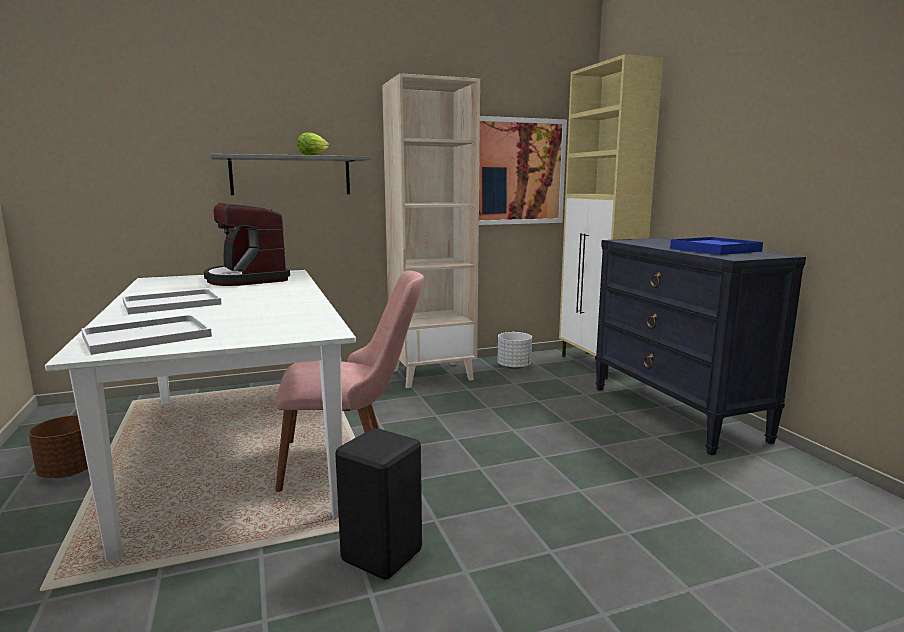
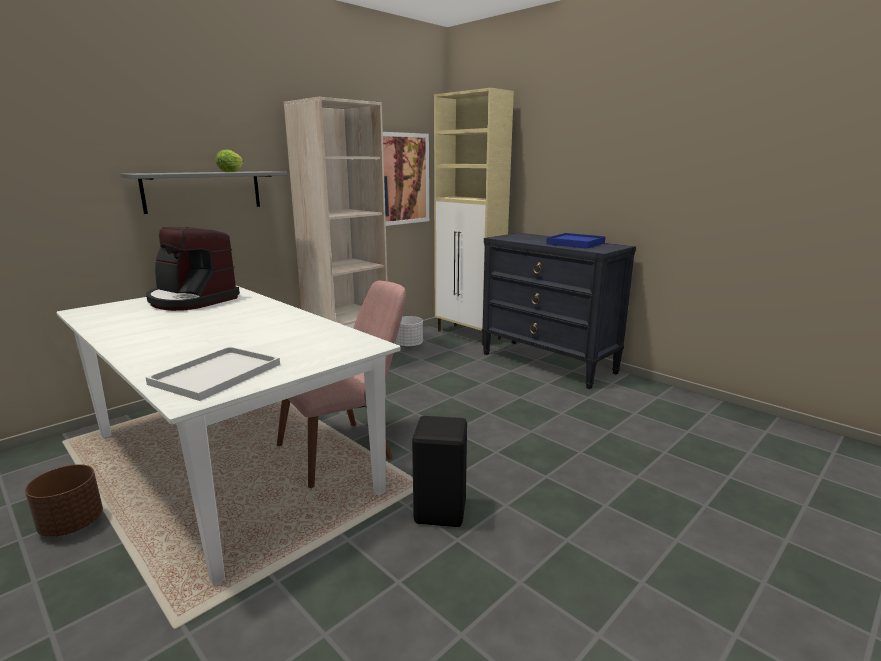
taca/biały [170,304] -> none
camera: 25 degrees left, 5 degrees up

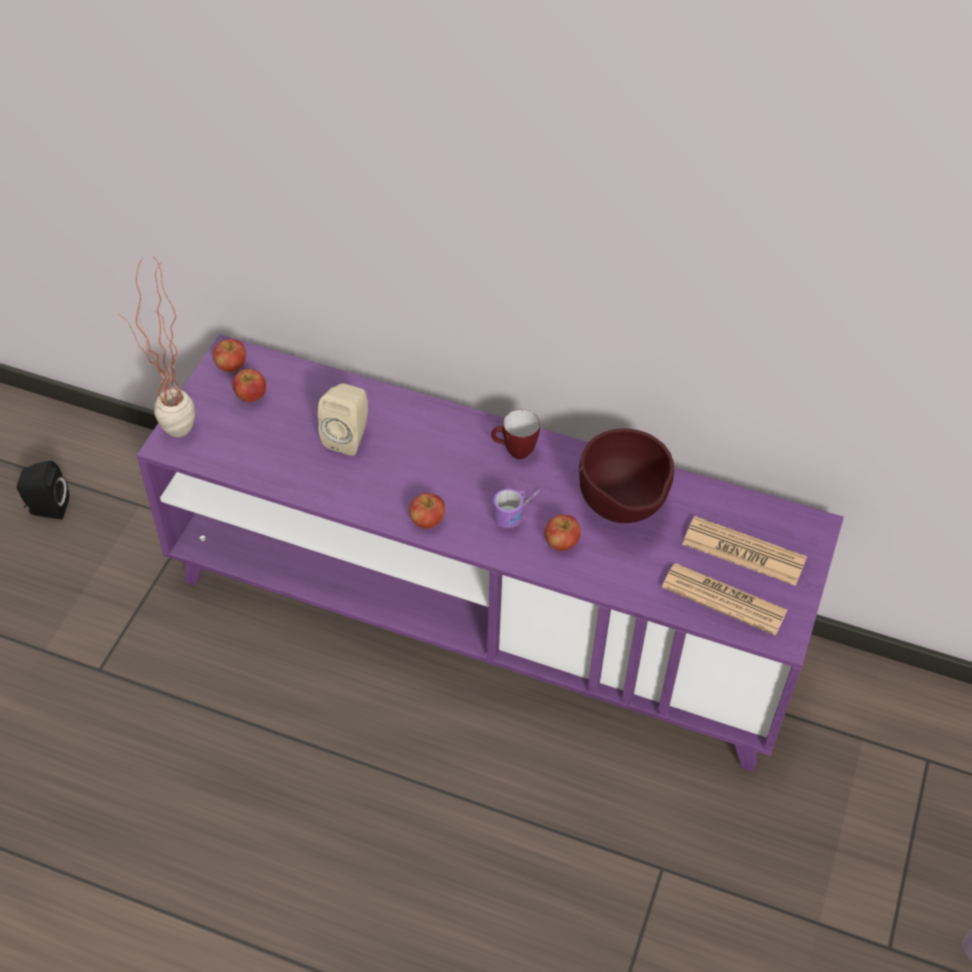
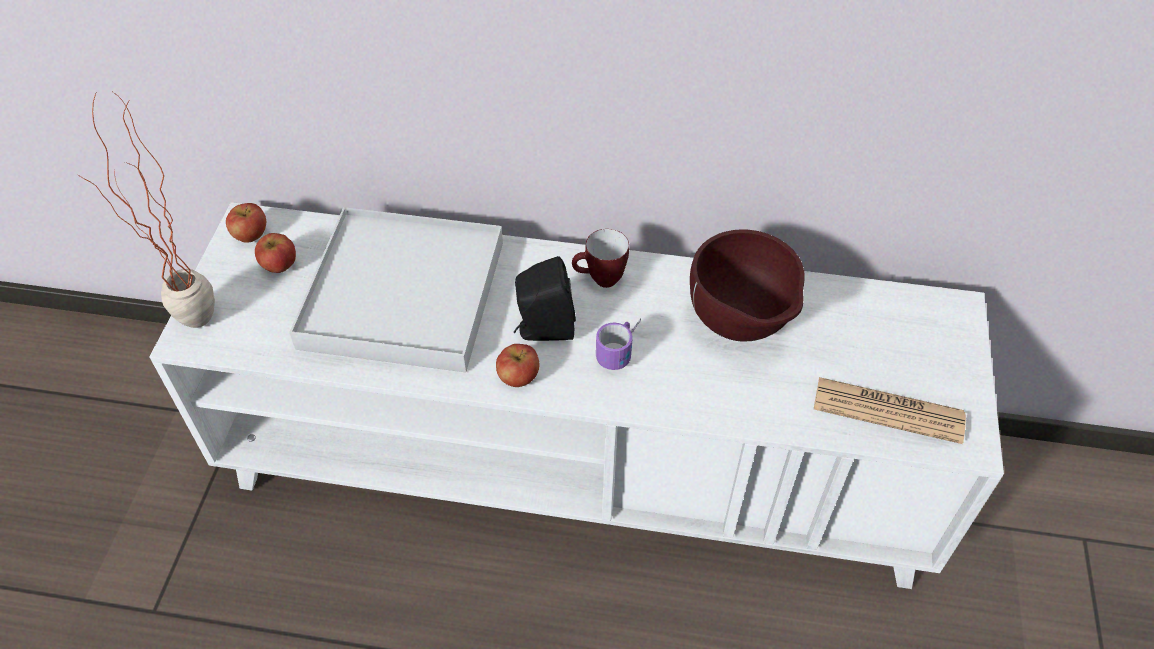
jabłko [561,543] -> none
gazeta [743,552] -> none
głośnik/czarny [46,509] -> głośnik/czarny [543,329], moved
głośnik/beżowy [348,437] -> taca/biały [404,294]
szafka pod telewizor/fioletowy [482,614] -> szafka pod telewizor/biały [577,465]
camera: 10 degrees left, 0 degrees up

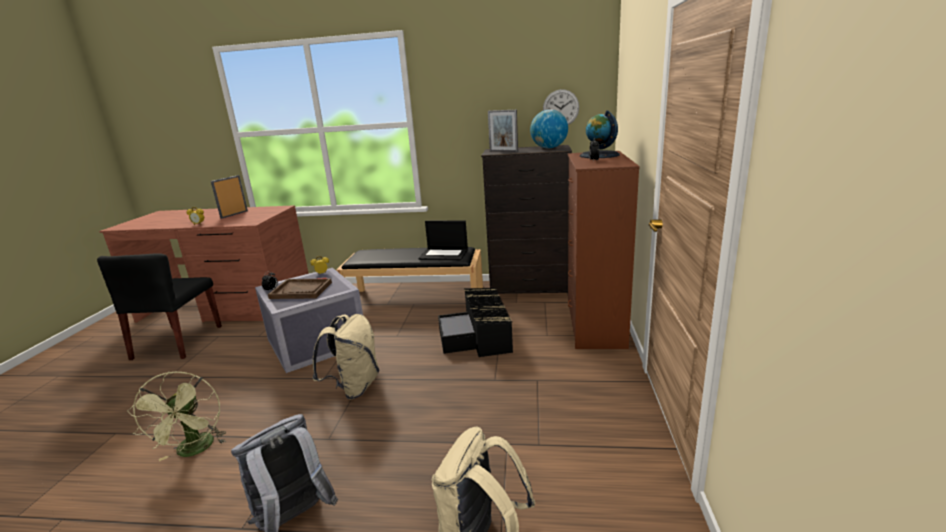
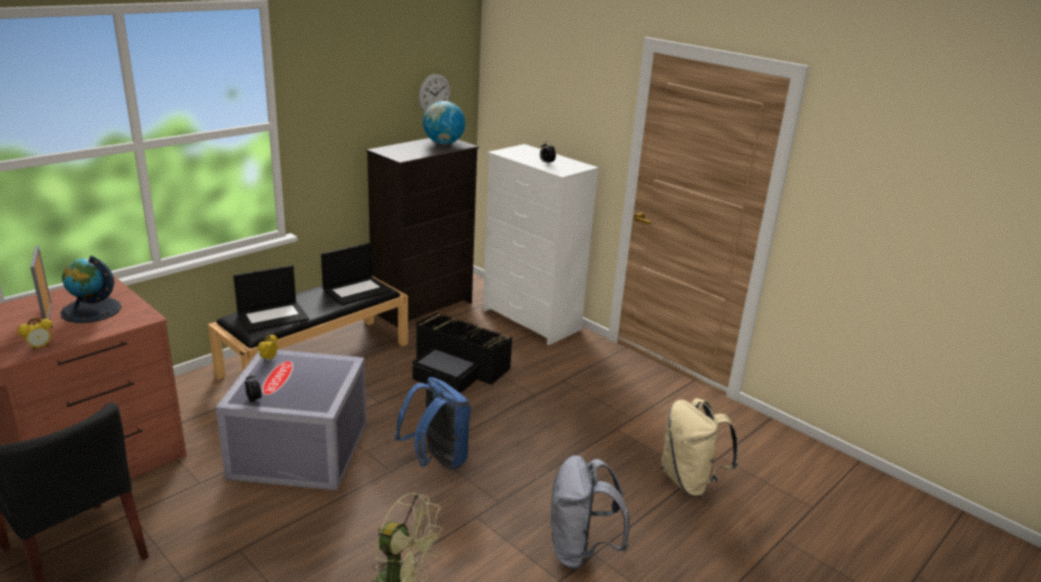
taca/brązowy [301,290] -> none
ramka na zdjęcie [503,151] -> none
none -> laptop [273,316]
globus [599,155] -> globus [91,310], moved
plecak/beżowy [354,387] -> plecak/niebieski [437,460]
komoda/brązowy [594,325] -> komoda/biały [531,321]
camera: 55 degrees left, 5 degrees up

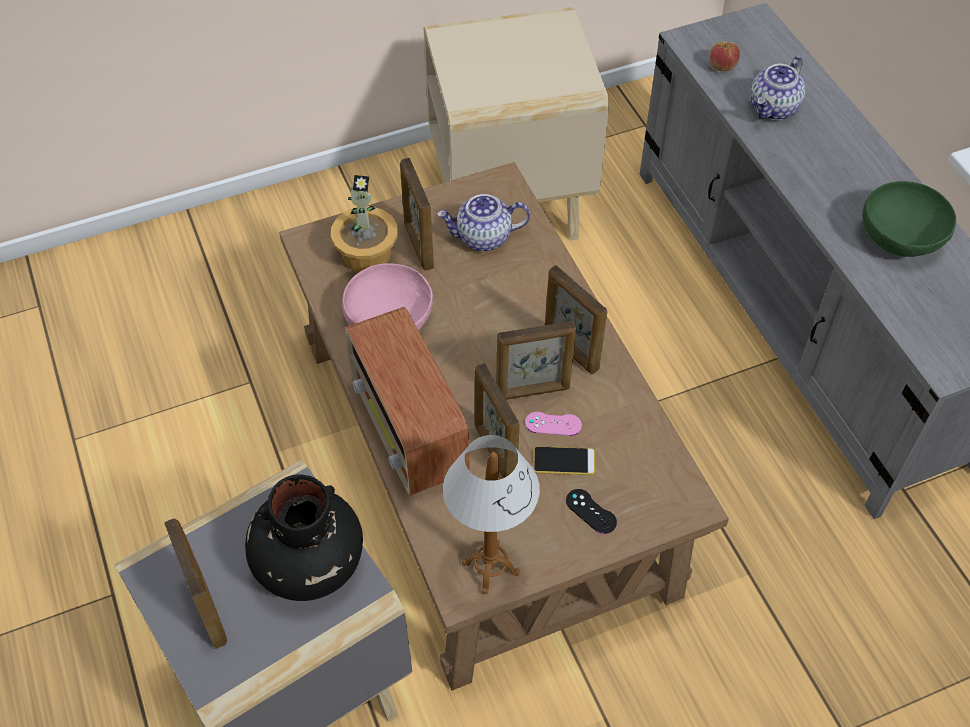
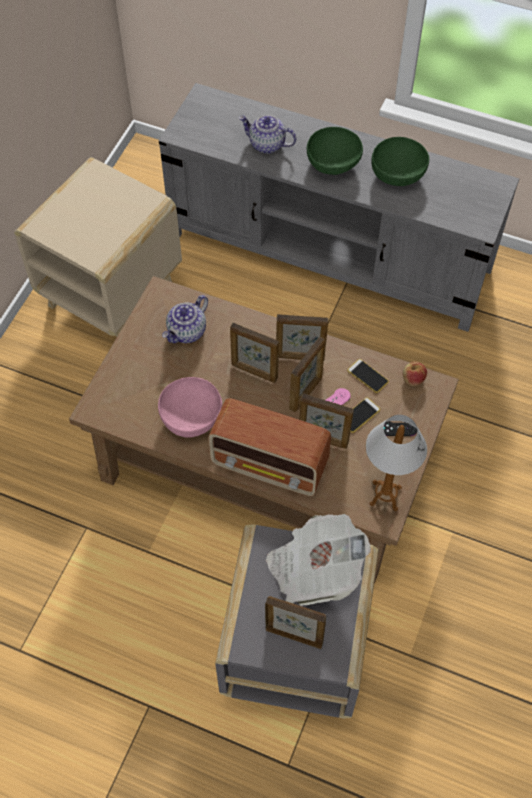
roślina doniczkowa [367,254] -> none
none -> miska/zielony [333,163]
none -> telefon [367,376]
ramka na zdjęcie [418,246] -> ramka na zdjęcie [254,372], moved
jabłko [721,66] -> jabłko [413,379], moved
wazon/czarny [308,564] -> gazeta [315,569]
imbryk [774,108] -> imbryk [266,145], 120 degrees clockwise
camera: 45 degrees left, 5 degrees up

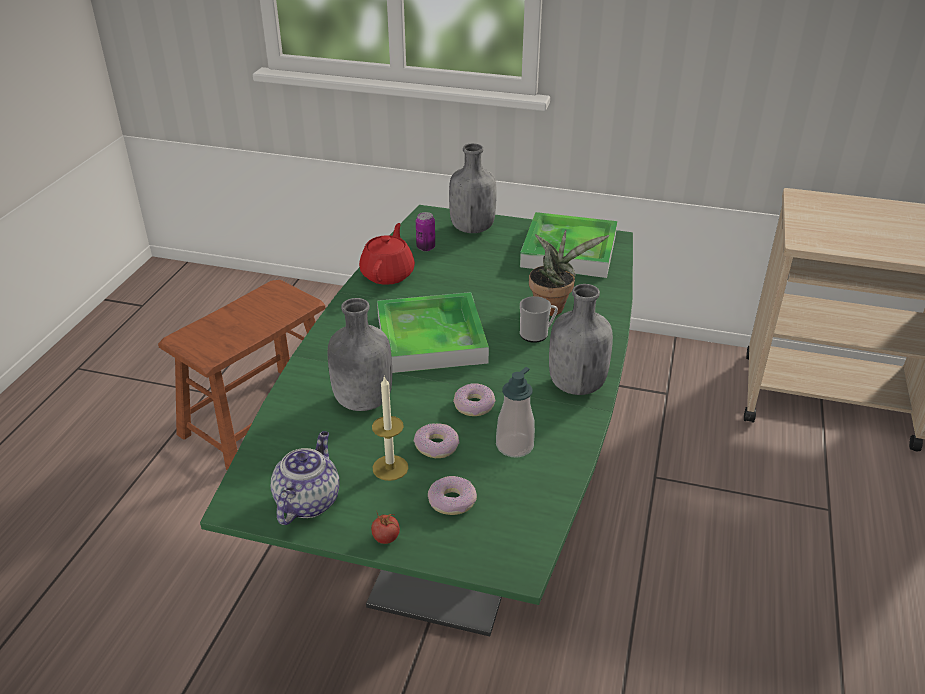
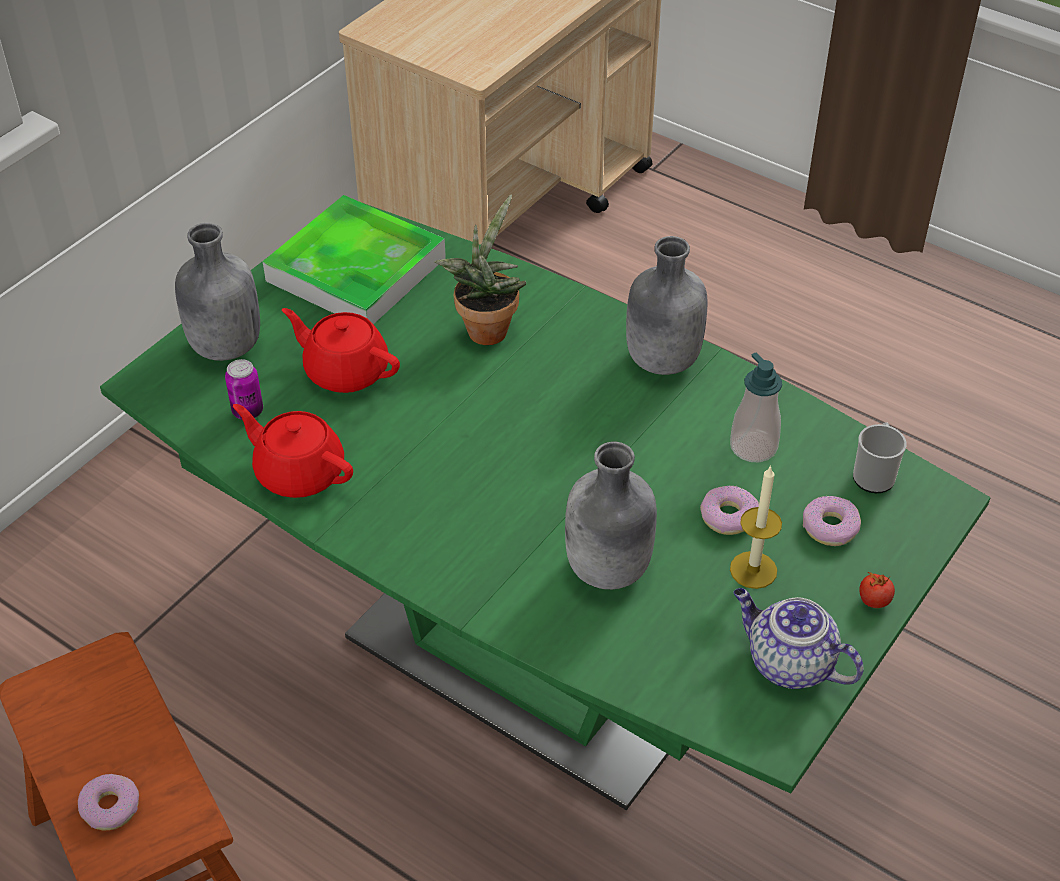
taca [431,339] -> none
none -> imbryk/czerwony [345,371]
donut [474,405] -> donut [111,807], moved
kubek [537,334] -> kubek [874,474], moved
camera: 70 degrees left, 10 degrees up

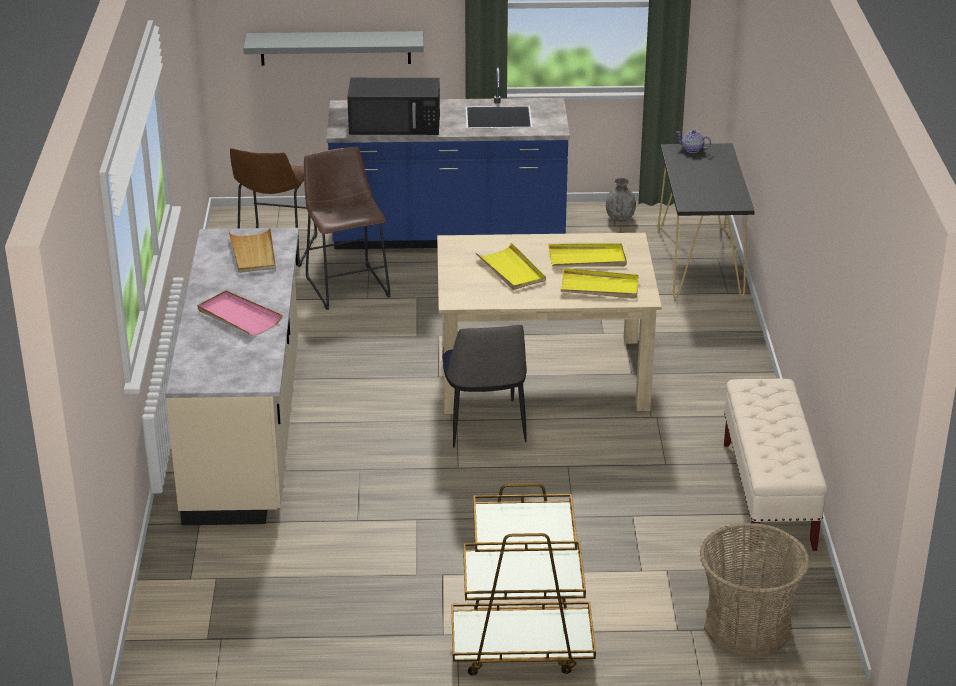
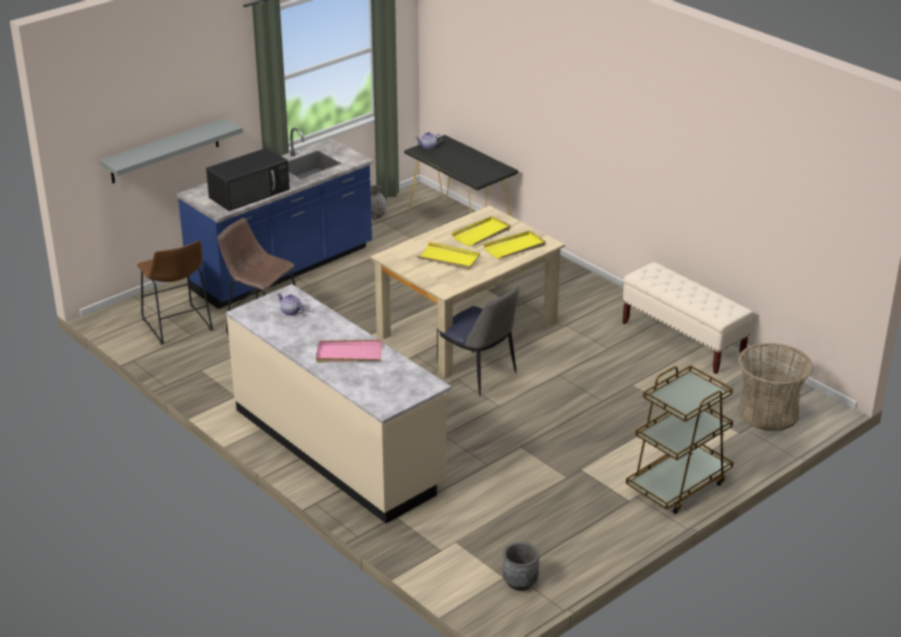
none -> donica/szary [520,582]
taca/beżowy [253,253] -> imbryk [291,312]
camera: 40 degrees left, 0 degrees up

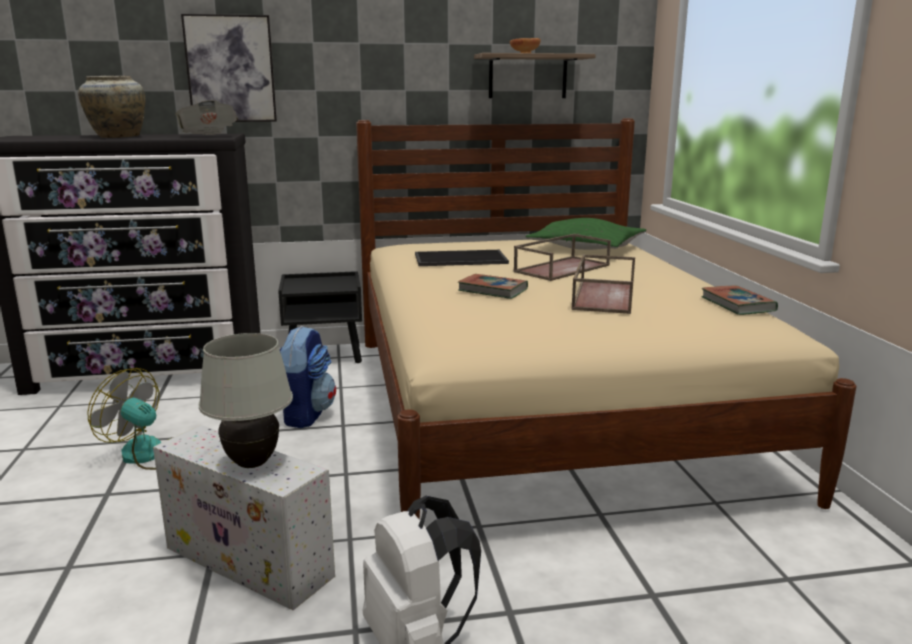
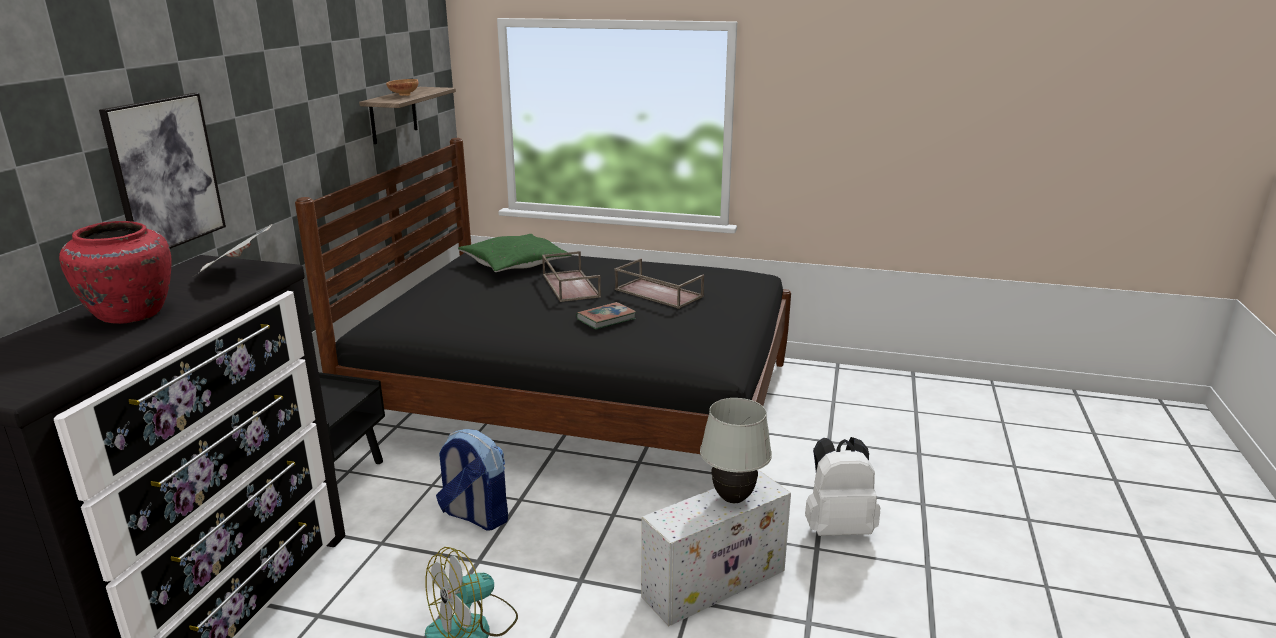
taca [459,259] -> none
książka [737,304] -> none
wazon/beżowy [117,137] -> wazon/czerwony [130,315]
łóżko/beżowy [543,408] -> łóżko/czarny [581,403]
camera: 65 degrees left, 5 degrees up

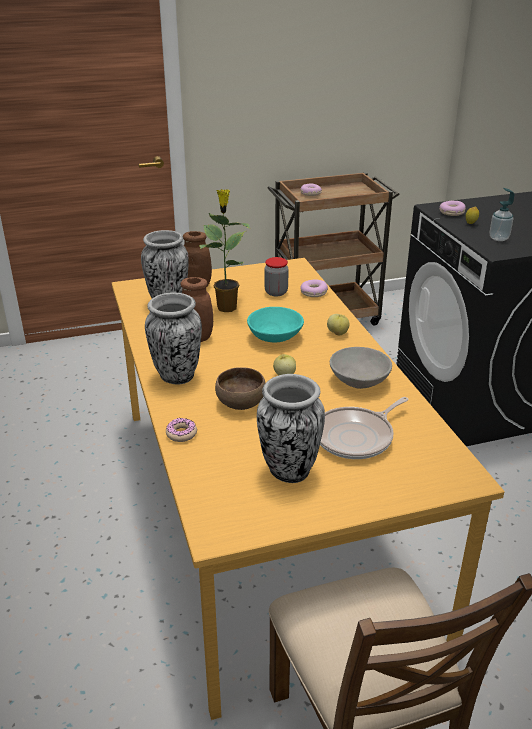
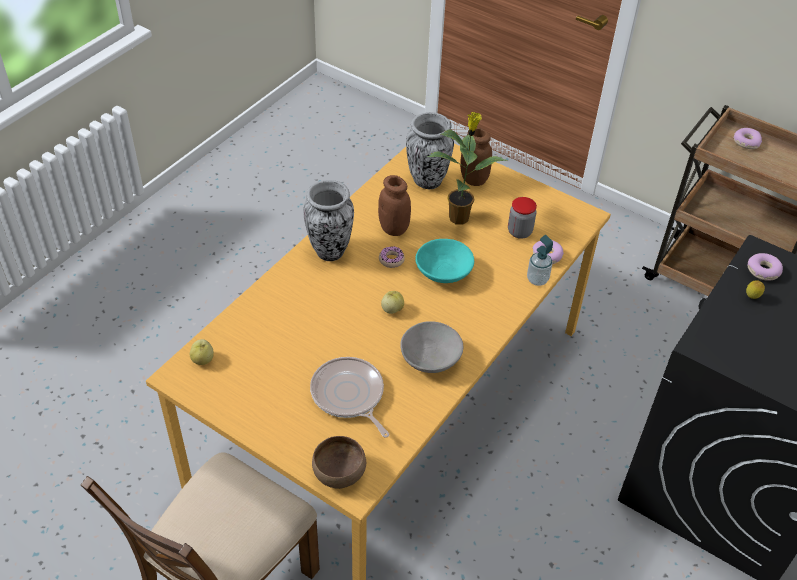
wazon [289,471] -> none
donut [181,434] -> donut [391,260], moved
miska/brązowy [239,403] -> miska/brązowy [338,472], moved
jabłko [338,333] -> jabłko [203,359], moved
dozownik mydła [498,238] -> dozownik mydła [537,279], moved
patelnia [356,437] -> patelnia [349,395], 45 degrees clockwise
camera: 50 degrees right, 15 degrees up

